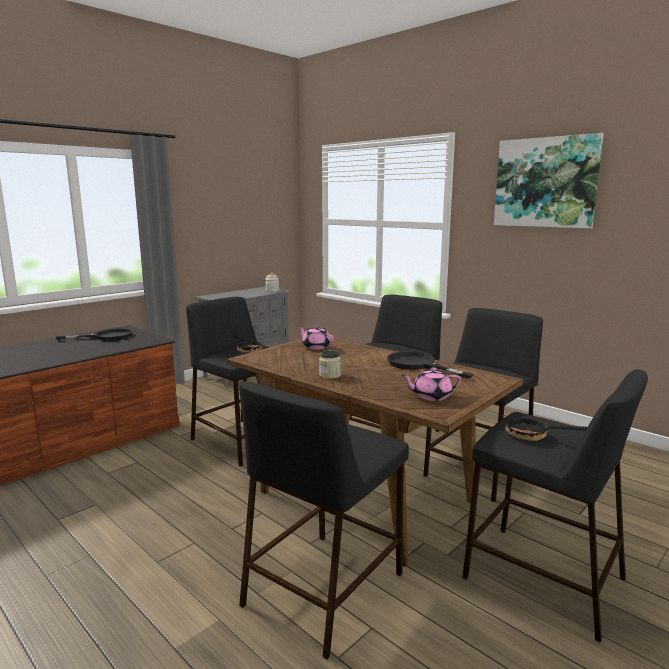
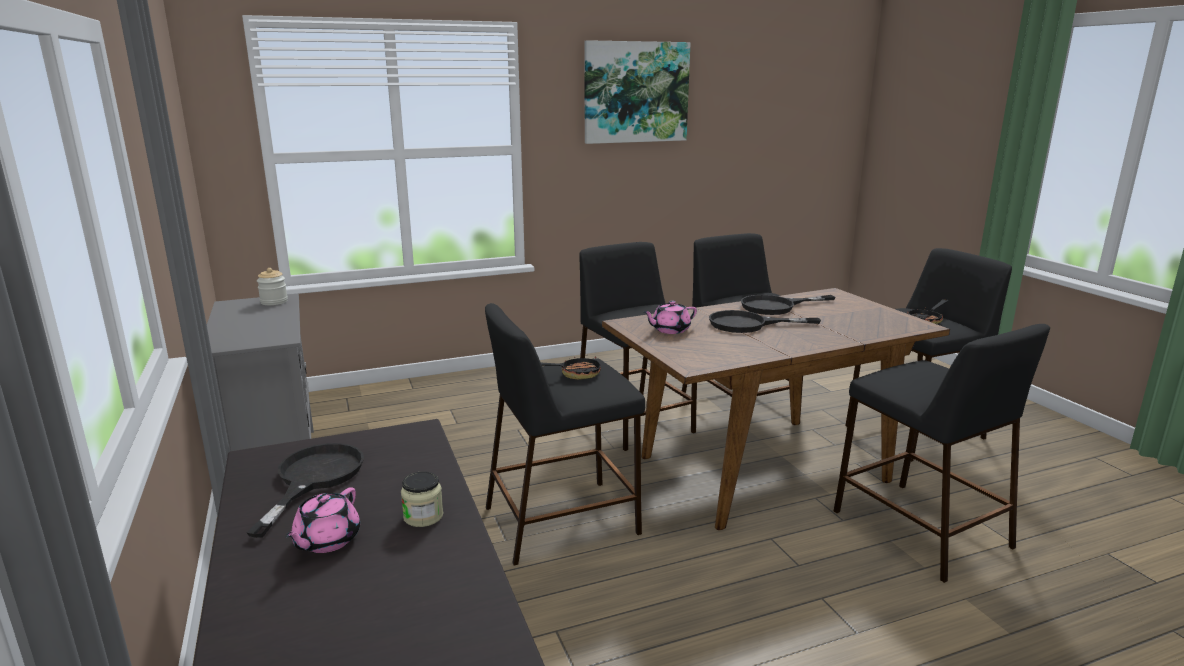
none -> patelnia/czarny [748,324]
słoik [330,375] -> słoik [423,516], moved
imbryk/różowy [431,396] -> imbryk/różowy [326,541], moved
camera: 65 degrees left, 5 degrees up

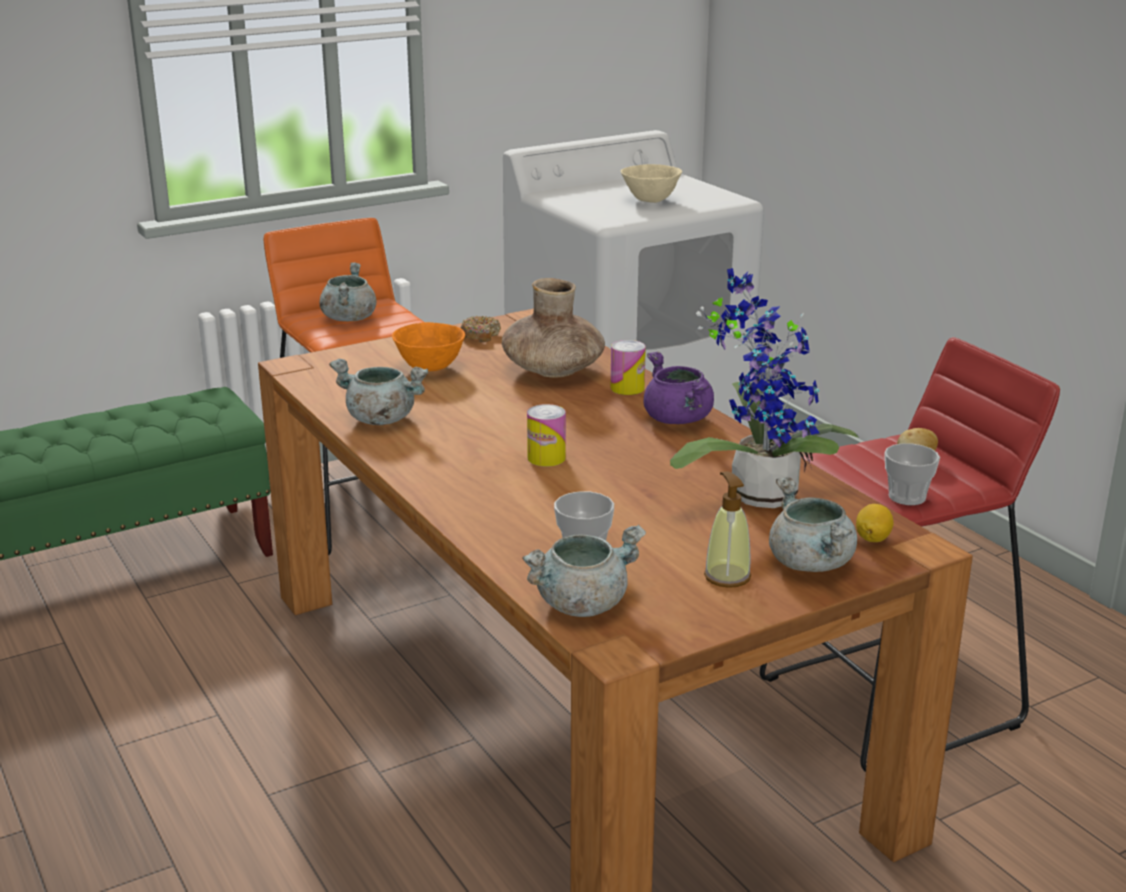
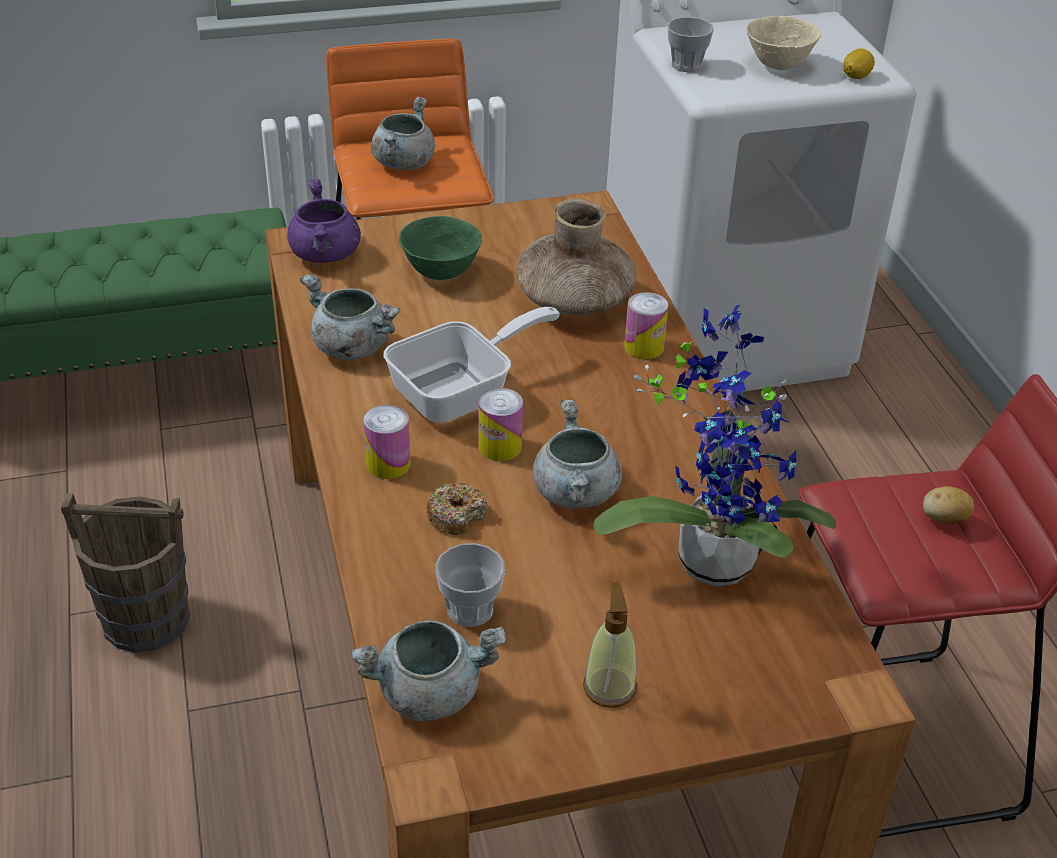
none -> wiadro/brązowy [147,619]
none -> puszka [388,464]
none -> patelnia [462,392]
donut [480,335] -> donut [456,515], moved
garnek/fioletowy [678,420] -> garnek/fioletowy [325,254], moved
garnek/szary [811,564] -> garnek/szary [576,493], moved
cytryna [873,538] -> cytryna [856,76], moved
filiżanka [907,497] -> filiżanka [686,65], moved
miska/pomarańczowy [430,368] -> miska/zielony [441,272]
camera: 15 degrees right, 15 degrees up

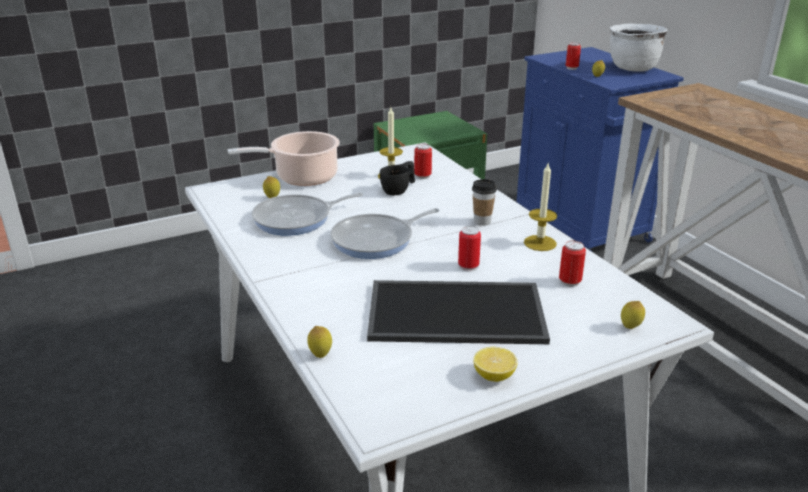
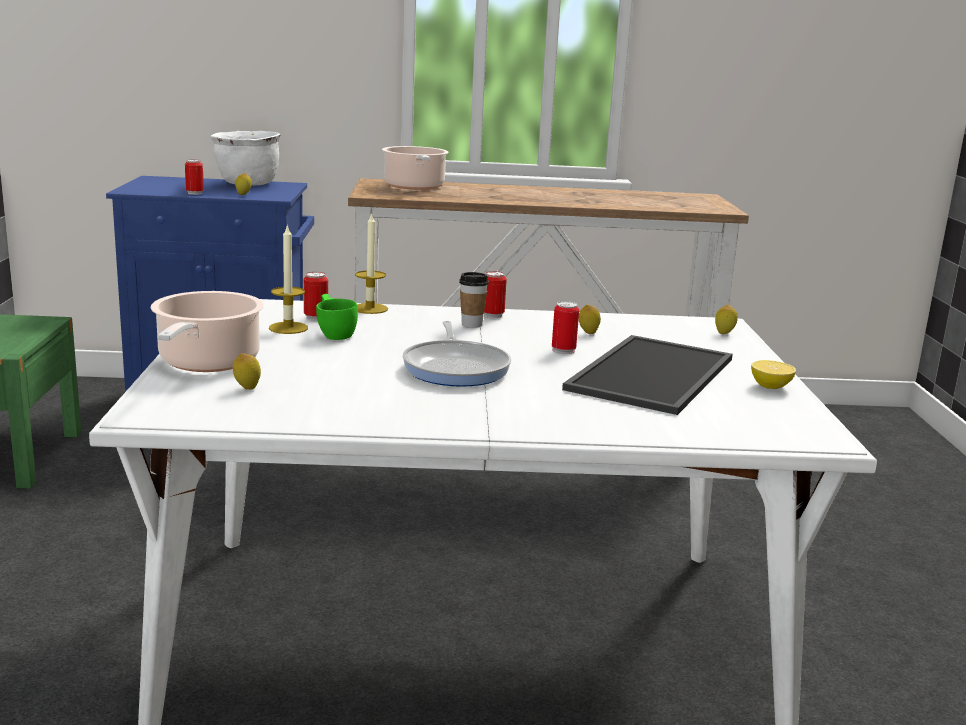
patelnia [297,219] -> none
none -> garnek [415,187]
cytryna [320,355] -> cytryna [588,333], moved
świeca [540,243] -> świeca [370,308], moved
puszka [569,282] -> puszka [492,315], moved
filiżanka/czarny [399,189] -> filiżanka/zielony [335,333]
camera: 65 degrees left, 10 degrees down

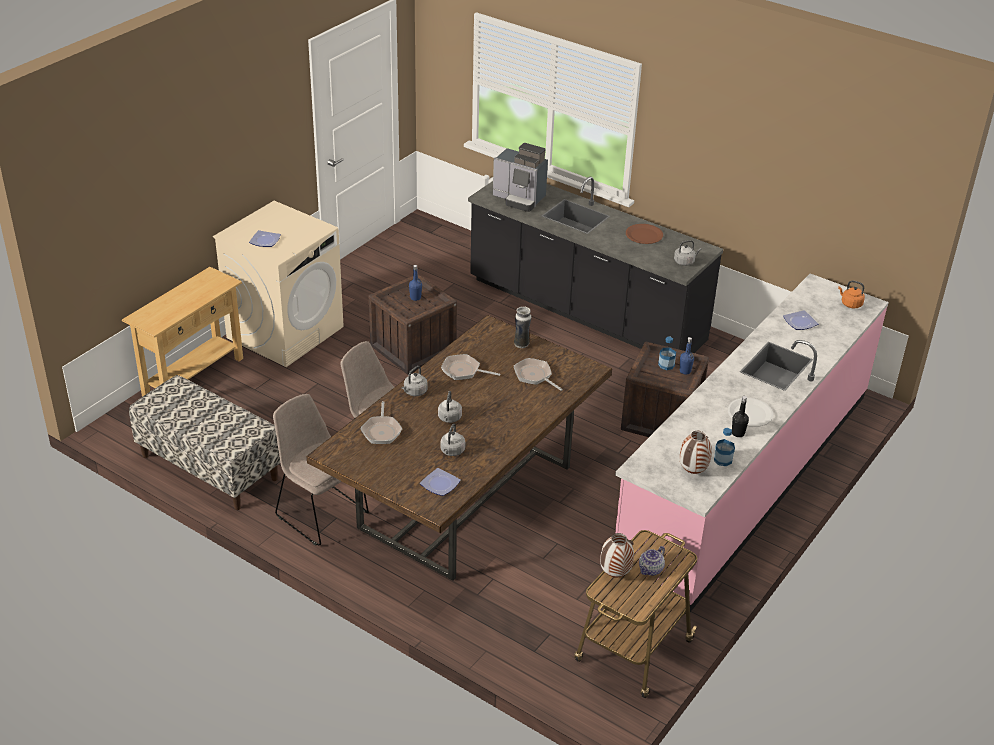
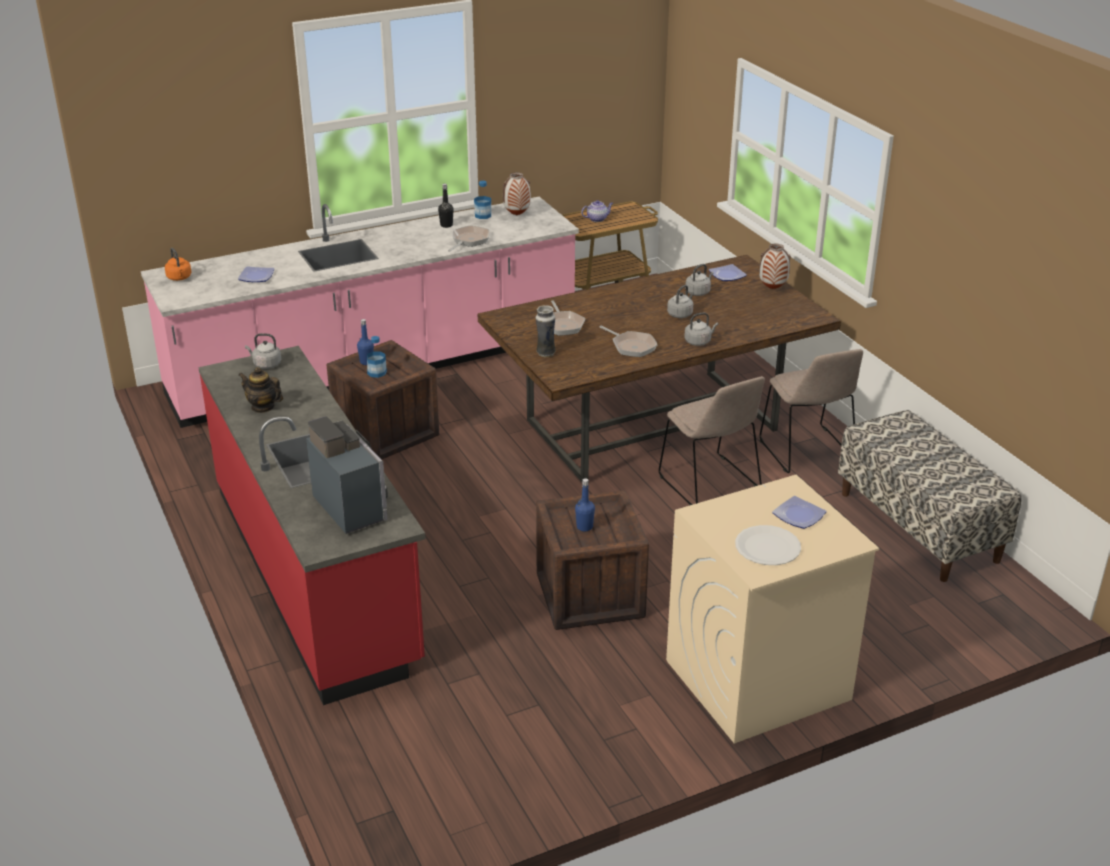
stolik konsolowy/beżowy [193,377] -> none
patelnia [381,431] -> patelnia [469,240], moved
wazon [614,575] -> wazon [773,288], moved
talerz/biały [750,413] -> talerz/biały [767,547], moved
talerz/brązowy [644,235] -> imbryk [263,407]
zabudowa kuchenna/czarny [585,312] -> zabudowa kuchenna/czerwony [316,574]
camera: 150 degrees left, 5 degrees down

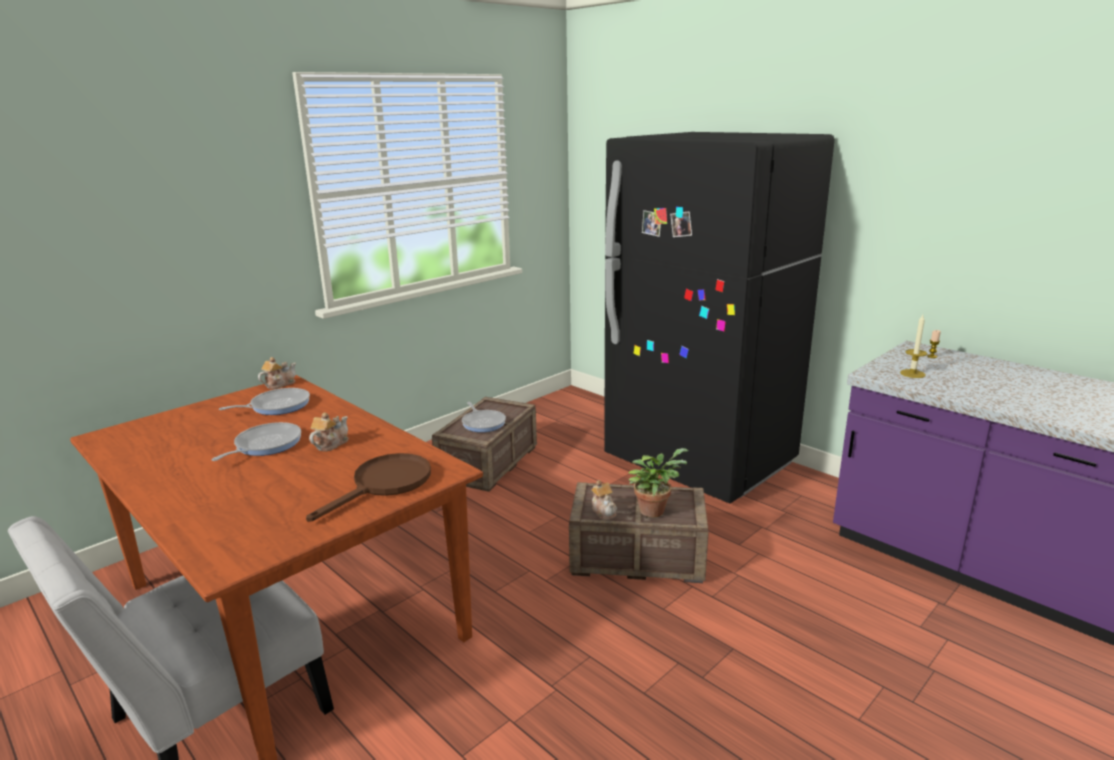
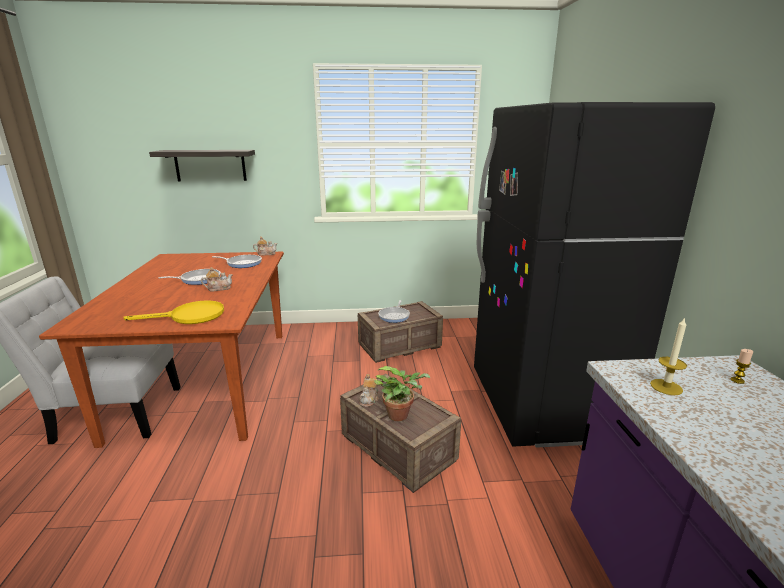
none -> półka [210,165]
patelnia/brązowy [384,484] -> patelnia/żółty [190,316]
camera: 40 degrees right, 0 degrees up

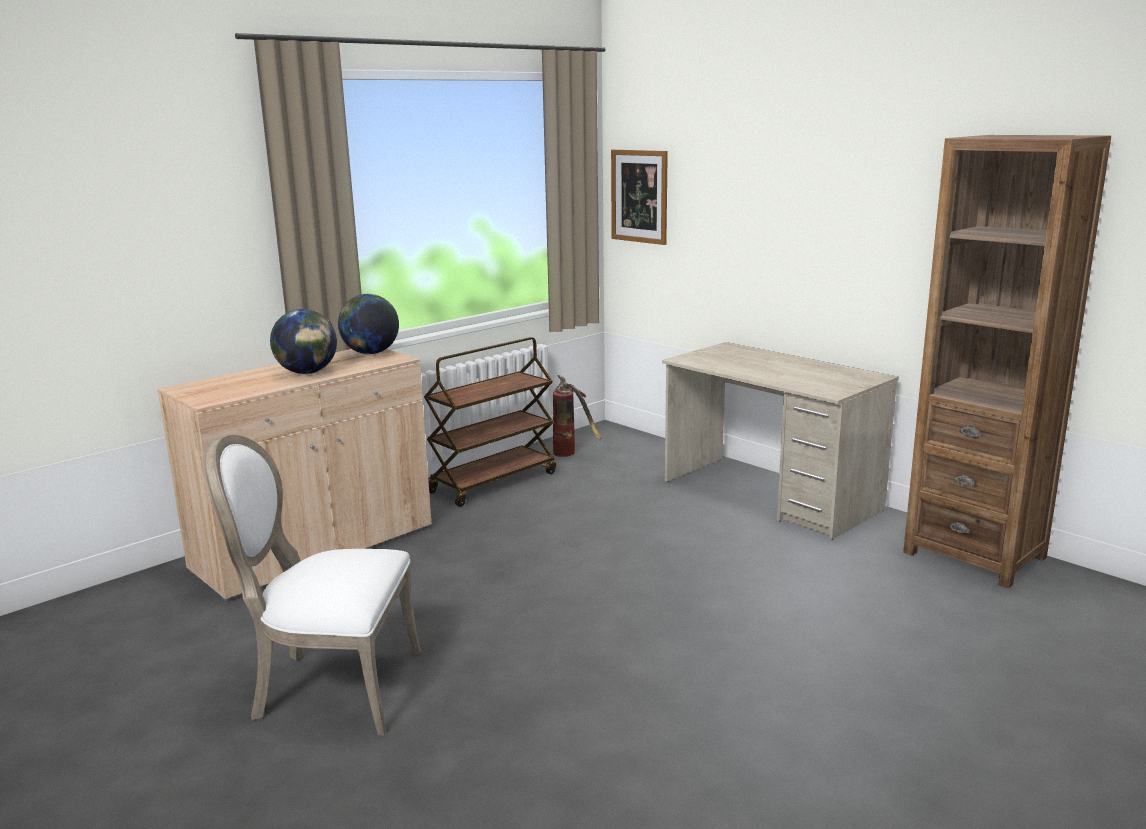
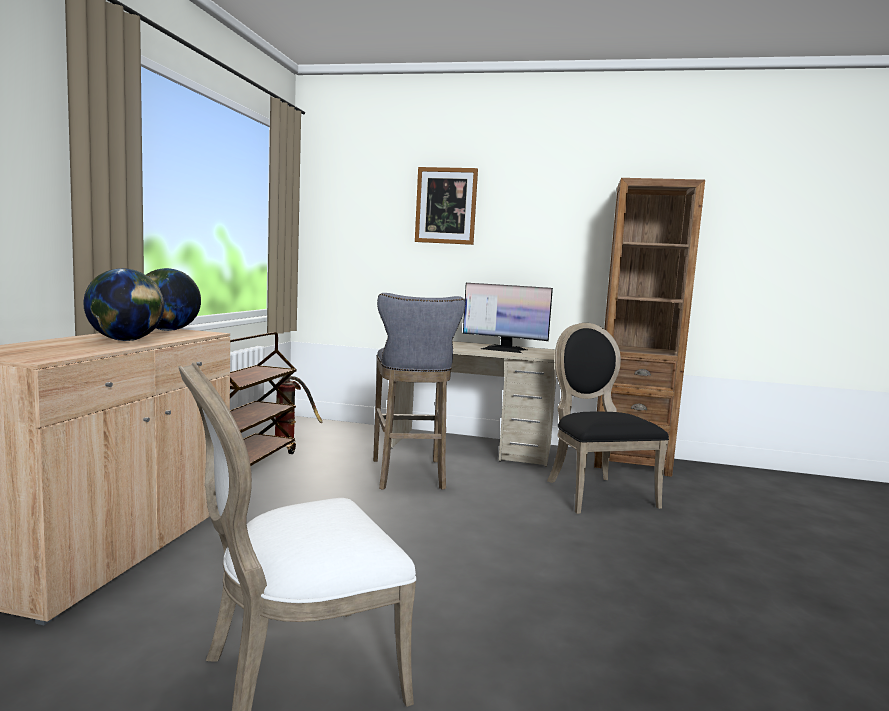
none -> stołek/szary [409,476]
none -> monitor [504,349]
none -> krzesło/czarny [595,492]
obraz [639,196] -> obraz [446,206], moved
camera: 35 degrees left, 10 degrees down

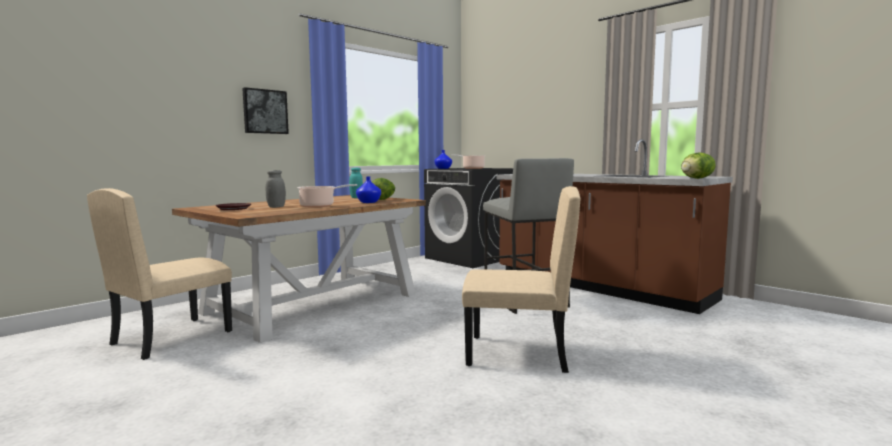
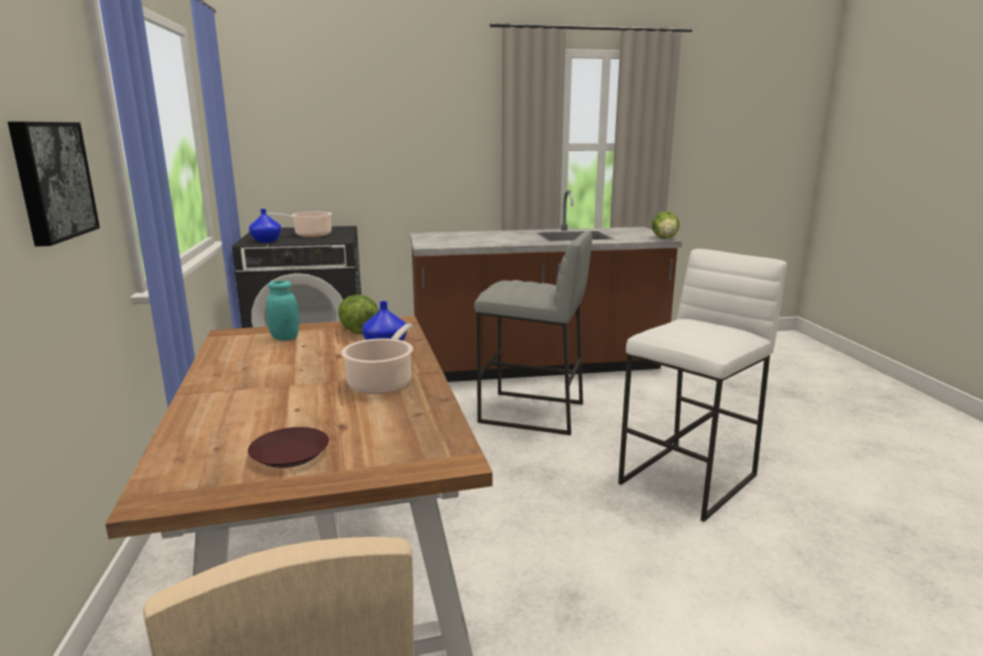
słoik/szary [276,207] -> none
krzesło/beżowy [517,354] -> stołek/biały [689,480]
camera: 55 degrees left, 10 degrees up

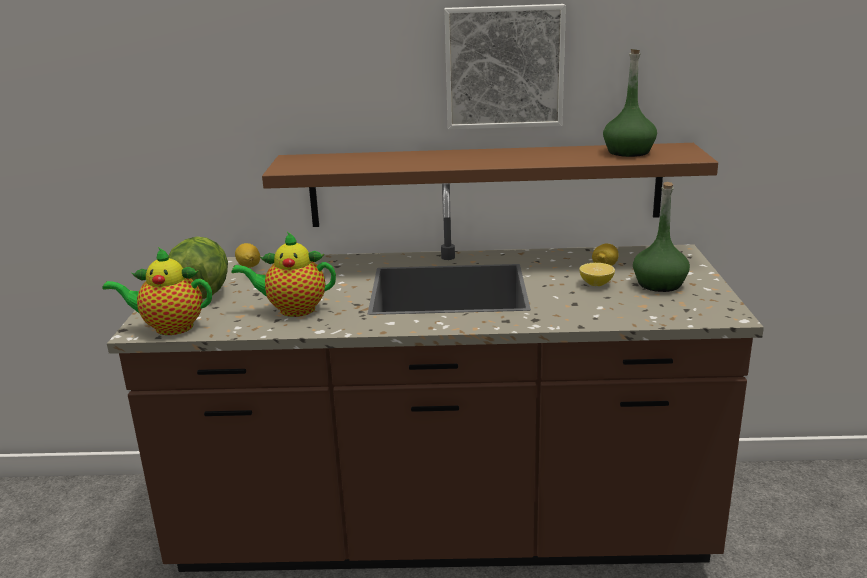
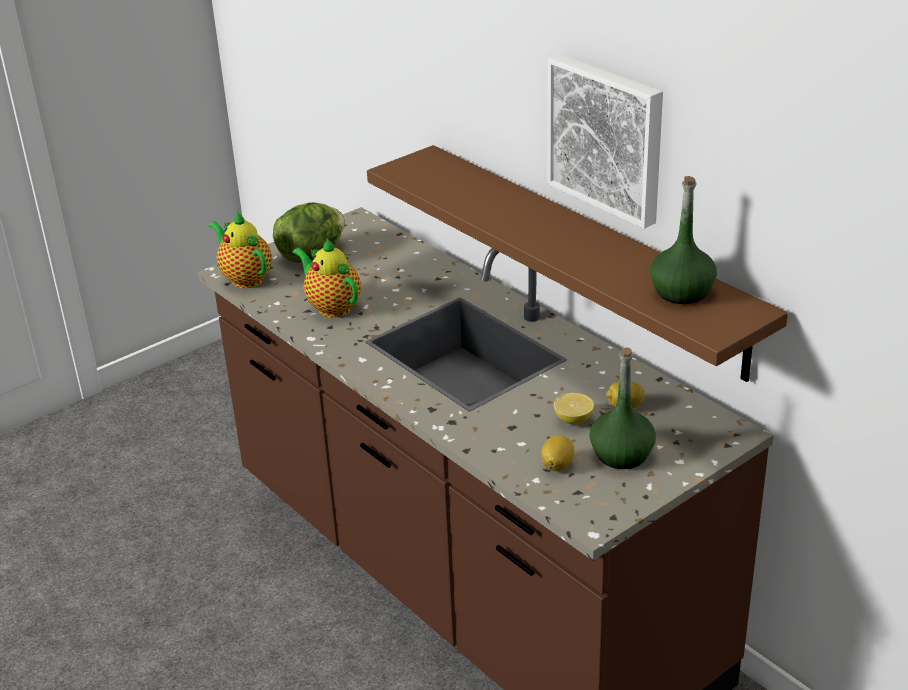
cytryna [249,266] -> cytryna [557,465], moved
camera: 50 degrees right, 10 degrees up

